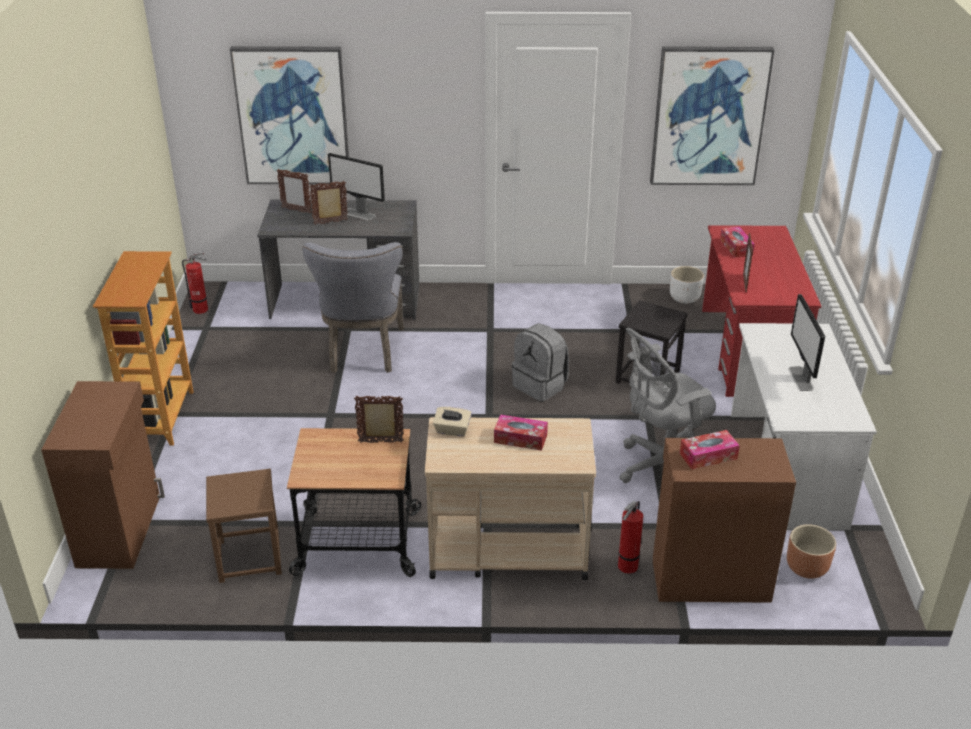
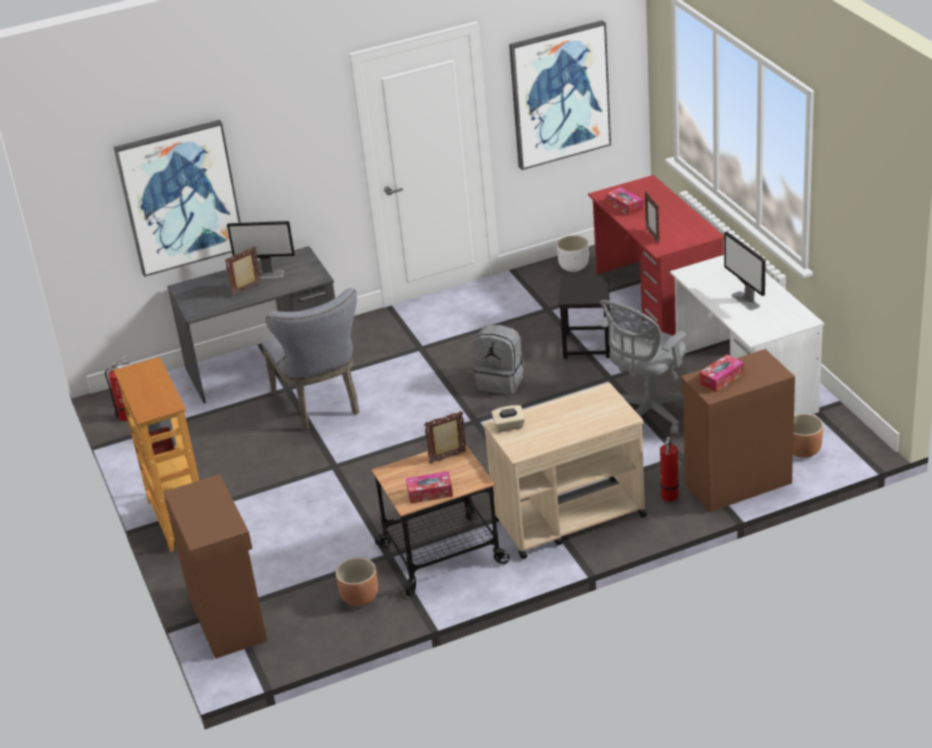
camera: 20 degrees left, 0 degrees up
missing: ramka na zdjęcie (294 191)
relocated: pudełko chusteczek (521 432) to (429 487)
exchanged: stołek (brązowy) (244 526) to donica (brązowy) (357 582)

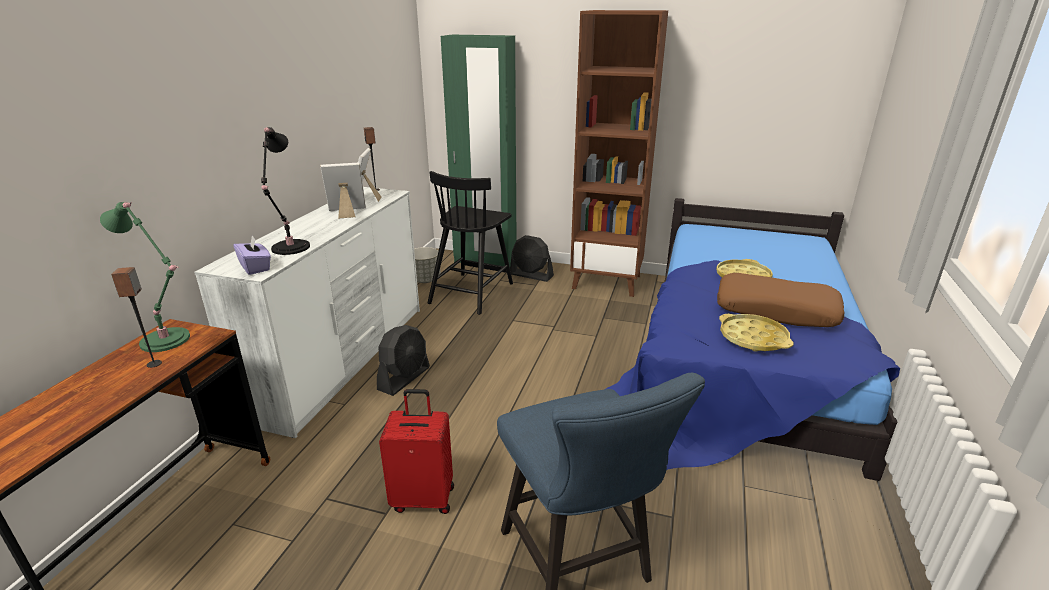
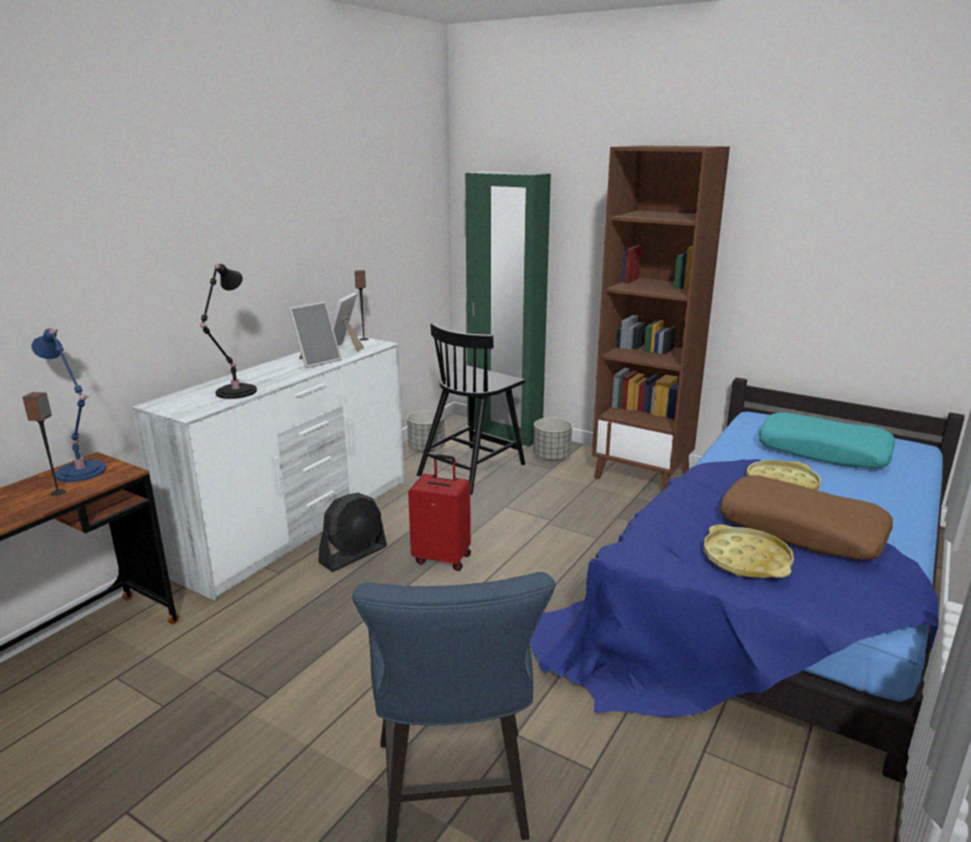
camera: 15 degrees right, 5 degrees down
missing: pudełko chusteczek (fioletowy) (252 255)
appeared: poduszka (turkusowy) (827 440)
relocated: walizka (czerwony) (416 451) to (439 512)
exchanged: wentylator (czarny) (532 258) to donica (szary) (552 439)
colour: lampa stołowa (zielony) (145 277) to lampa stołowa (niebieski) (68 405)
spun: ramka na zdjęcie (343 191) = (315 335) 135 degrees clockwise

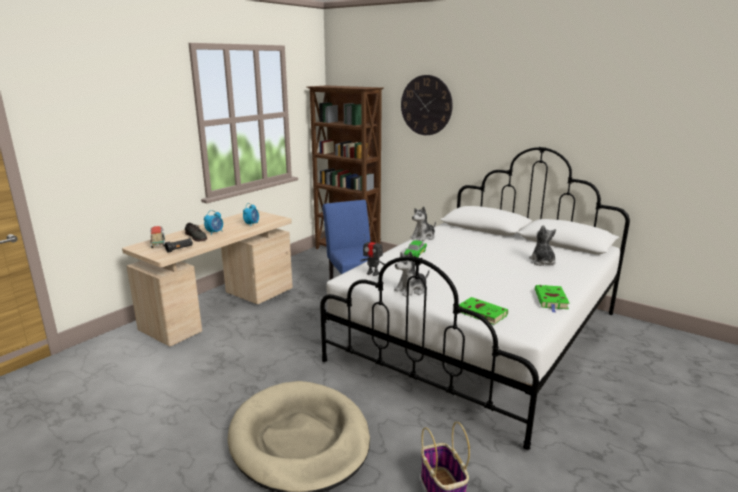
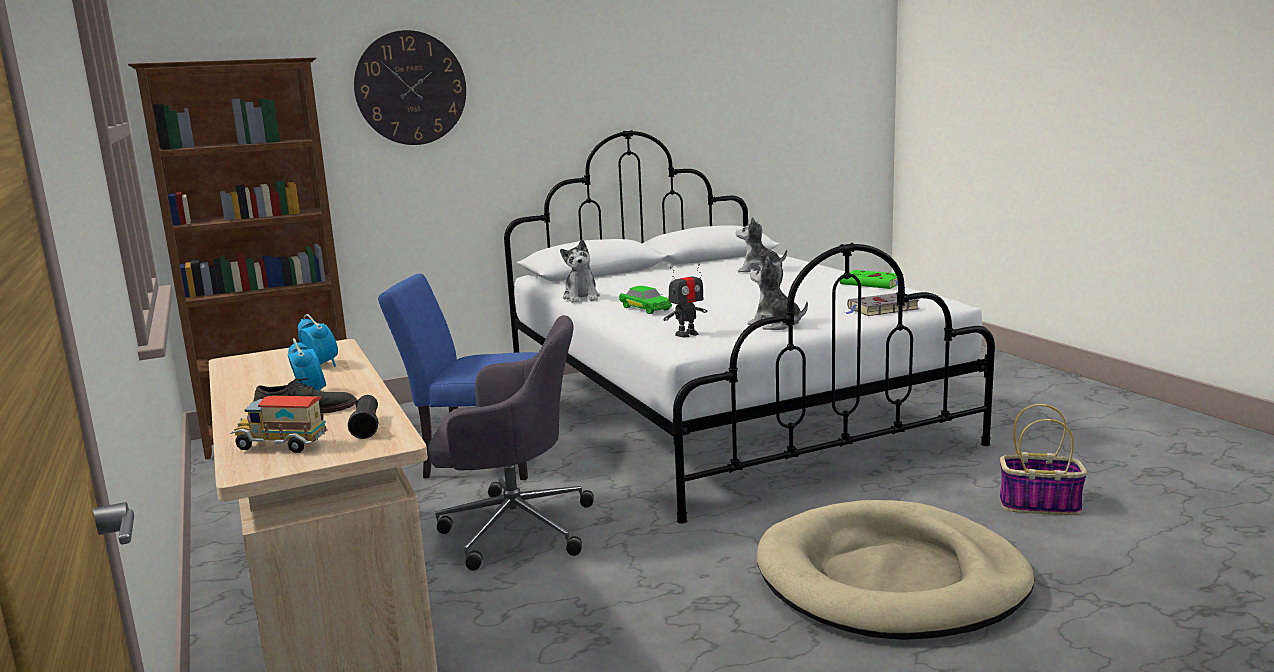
camera: 60 degrees left, 5 degrees down
appeared: krzesło biurowe (szary) (510 443)
colour: książka (zielony) (483 311) to książka (szary) (882 304)
spun: pluszak (412 274) = (778 293) 135 degrees clockwise

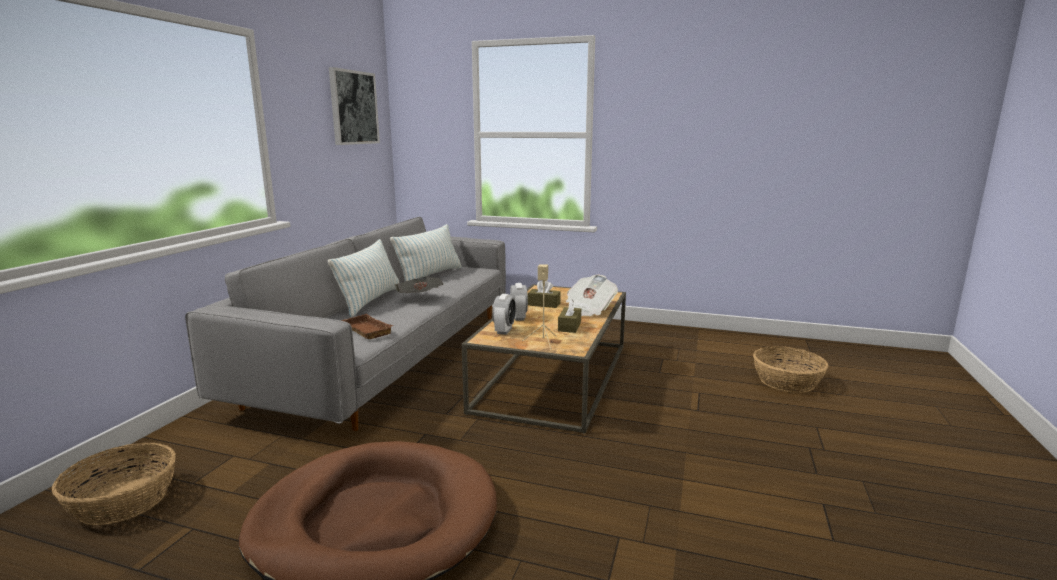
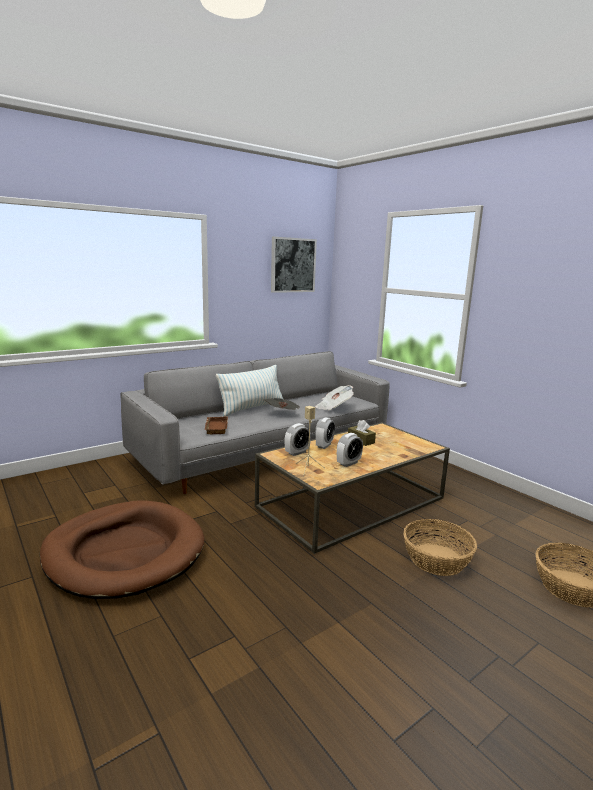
camera: 35 degrees right, 0 degrees up
missing: poduszka (426 252)
relocated: gazeta (592 295) to (334 397); koszyk (114 484) to (440 547)
exchanged: pudełko chusteczek (brązowy) (569 316) to budzik (350 450)

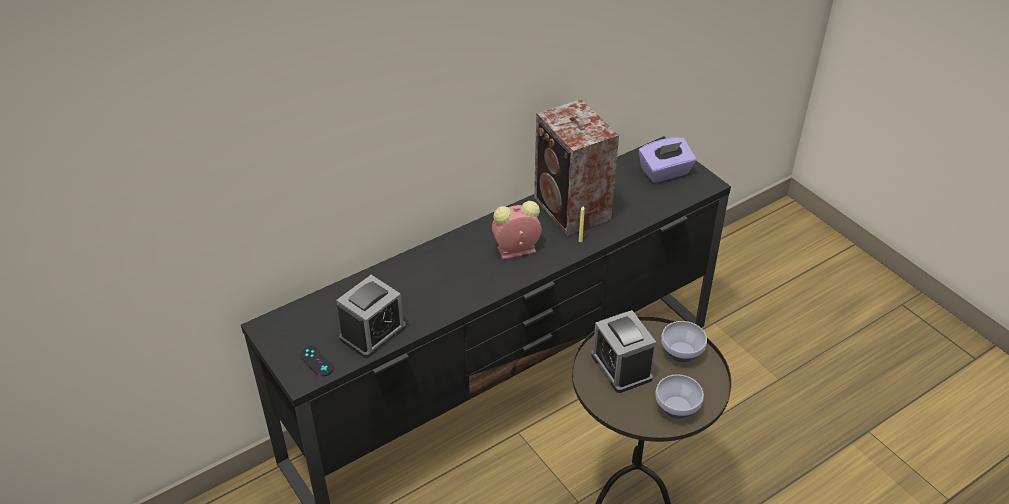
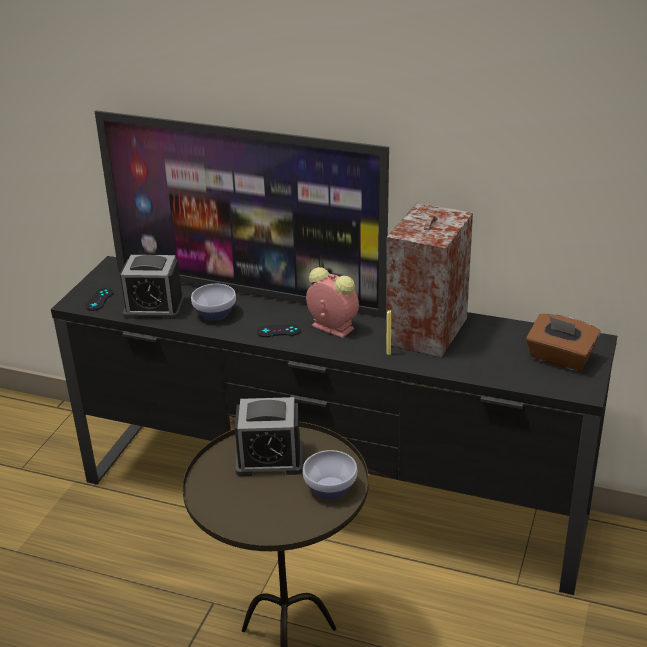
camera: 55 degrees right, 10 degrees down
appeared: telewizor (242 214); pad do gier (czarny) (279 330)
relocated: miska (680 397) to (213 302)
colour: pudełko chusteczek (fioletowy) (667 160) to pudełko chusteczek (brązowy) (563 343)
spun: budzik (623 351) = (269 436) 120 degrees counterclockwise

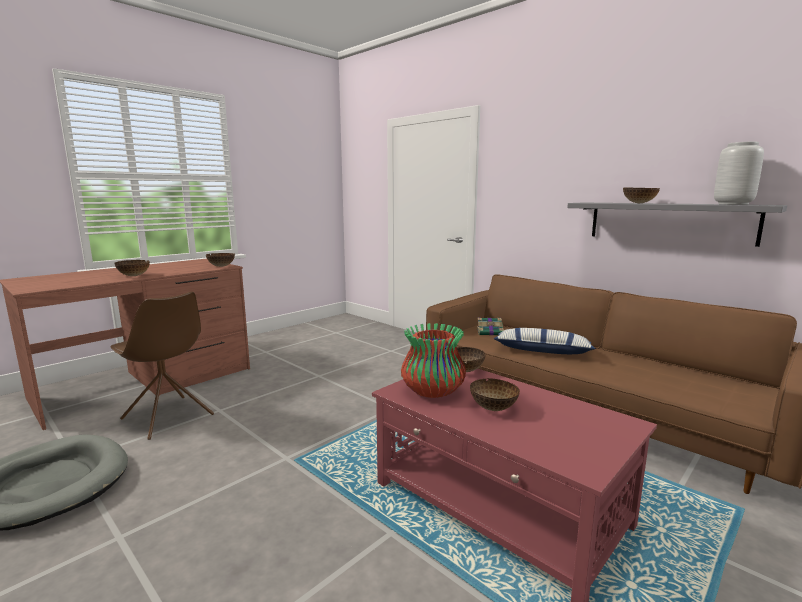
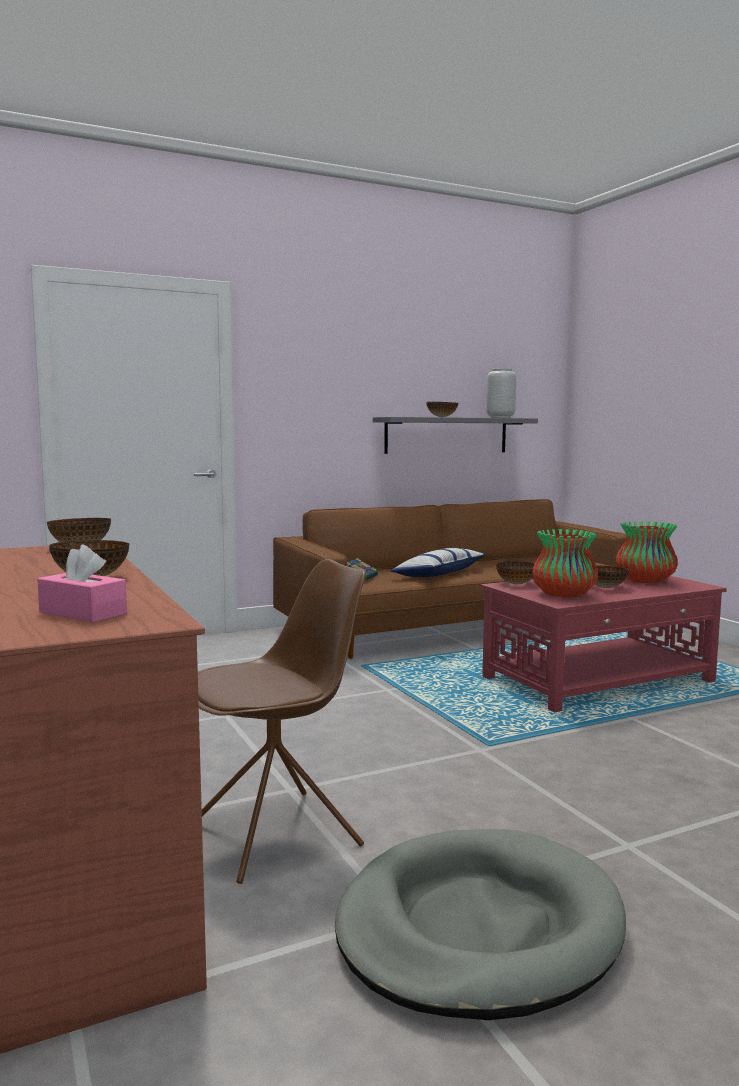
camera: 70 degrees left, 5 degrees down
appeared: pudełko chusteczek (różowy) (82 583); wazon (647 552)

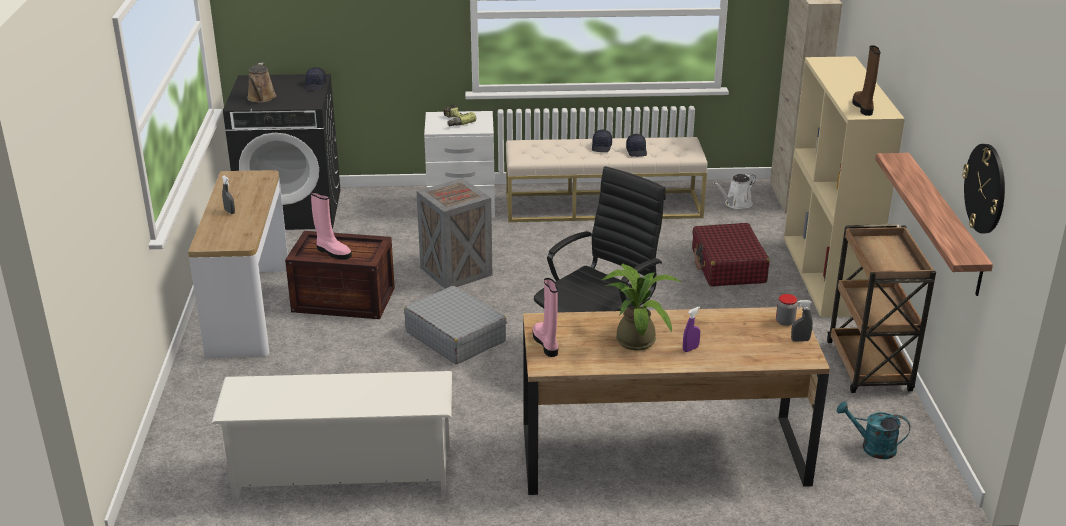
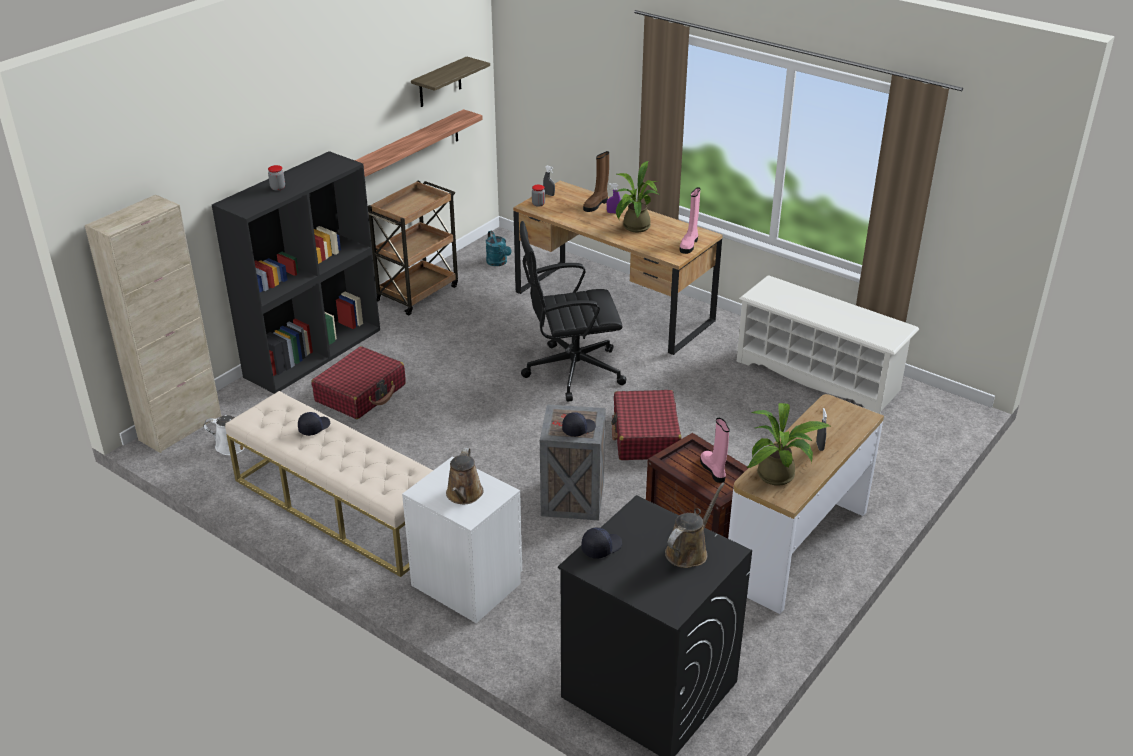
camera: 140 degrees left, 5 degrees up
appeared: słoik (276 178); roślina doniczkowa (789 444)
relocated: czapka z daszkiem (czarny) (602 141) to (579 424); but z cholewką (brązowy) (866 80) to (596 181)
exchanged: zegar ścienny (983 188) to półka (450 81); wiertarka (460 115) to konewka (brązowy) (465 476)
colour: regał (beżowy) (844 186) to regał (czarny) (296 272); walizka (szary) (455 325) to walizka (czerwony) (647 425)

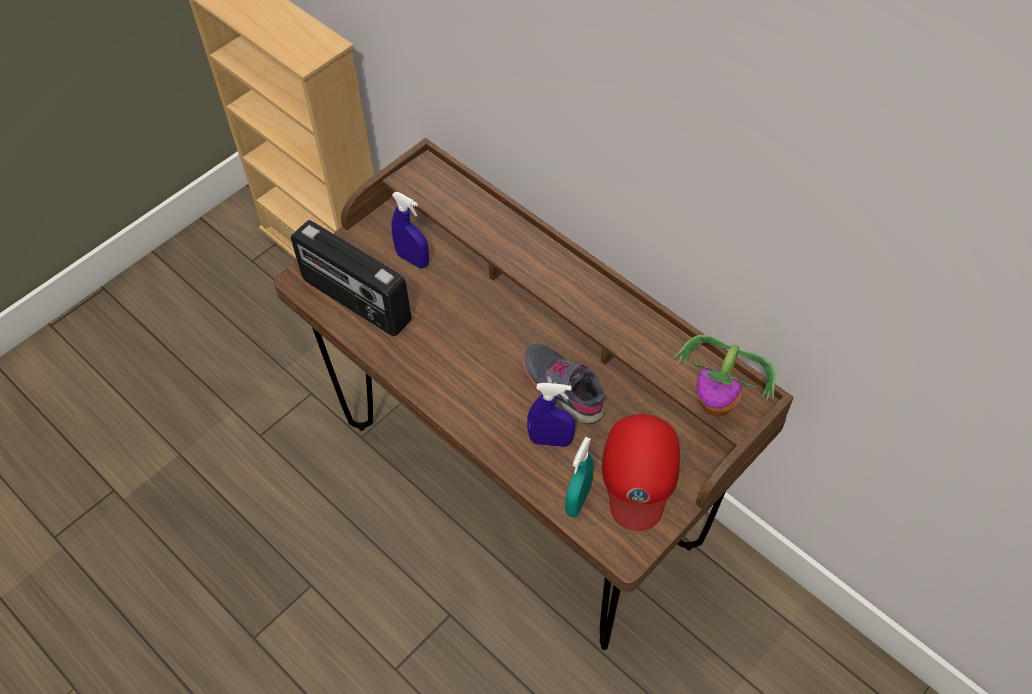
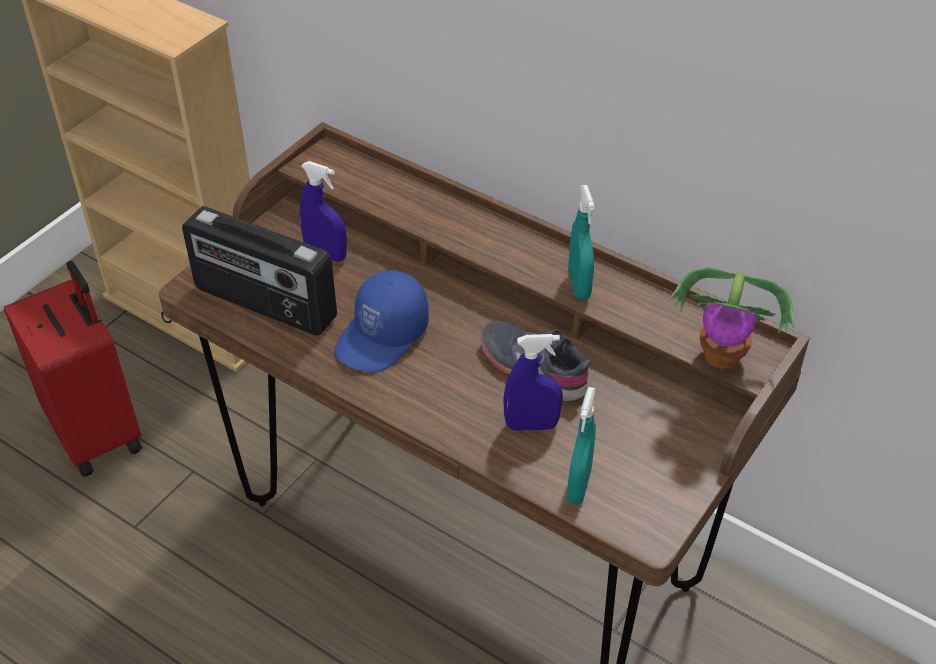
camera: 10 degrees left, 10 degrees down
missing: czapka z daszkiem (czerwony) (641 472)
appeared: walizka (czerwony) (73 369); czapka z daszkiem (niebieski) (382 321); spryskiwacz (turkusowy) (581 242)

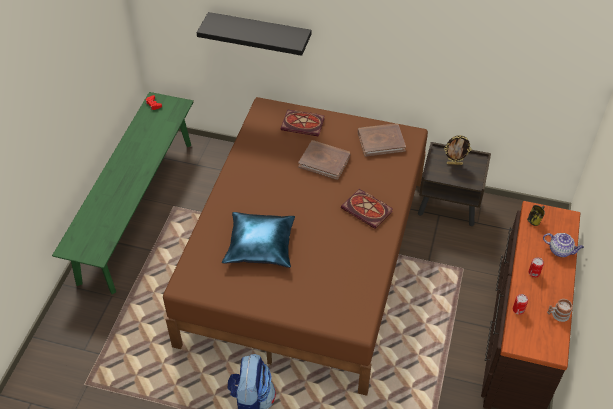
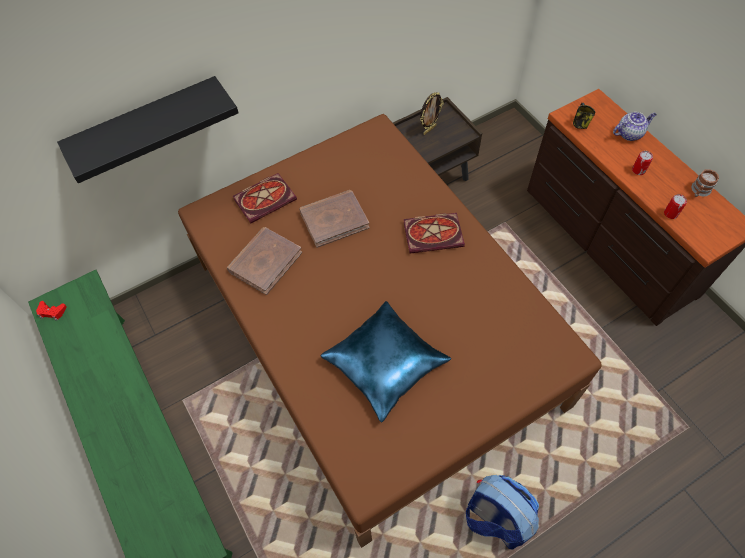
camera: 45 degrees left, 10 degrees up
relocated: książka (brązowy) (382 140) to (264 261)

